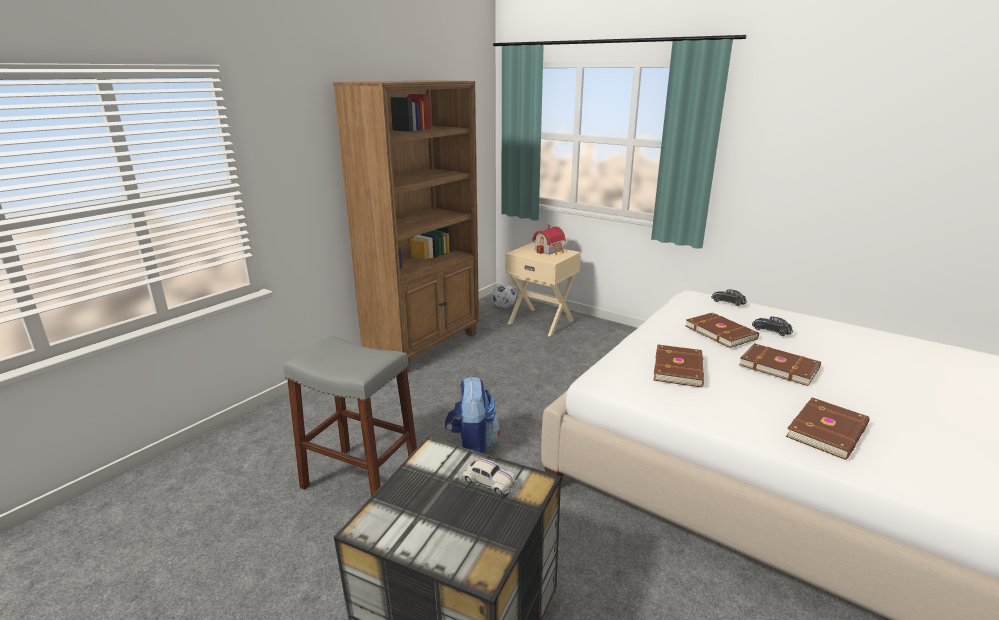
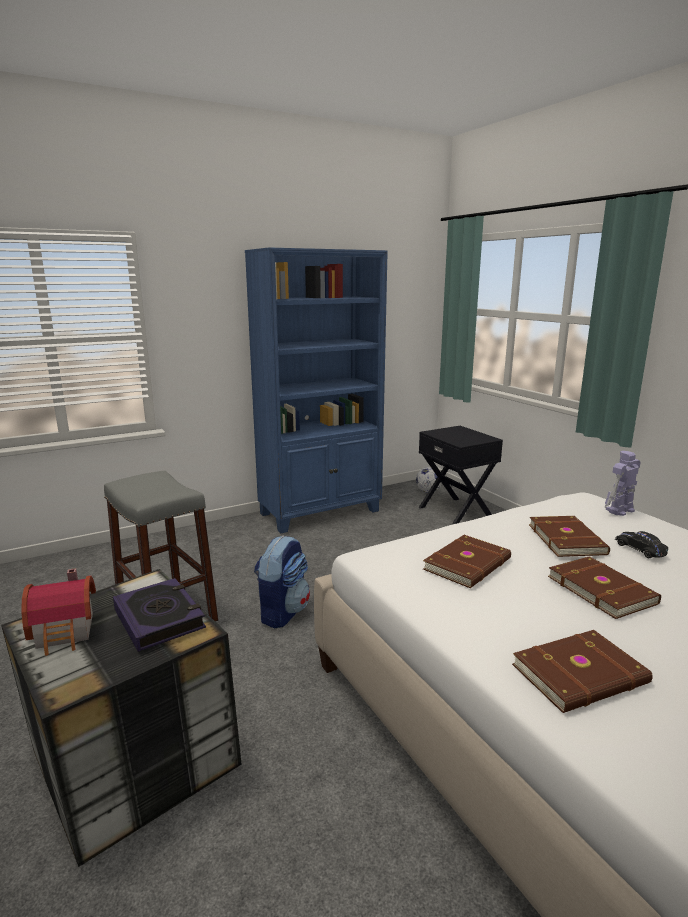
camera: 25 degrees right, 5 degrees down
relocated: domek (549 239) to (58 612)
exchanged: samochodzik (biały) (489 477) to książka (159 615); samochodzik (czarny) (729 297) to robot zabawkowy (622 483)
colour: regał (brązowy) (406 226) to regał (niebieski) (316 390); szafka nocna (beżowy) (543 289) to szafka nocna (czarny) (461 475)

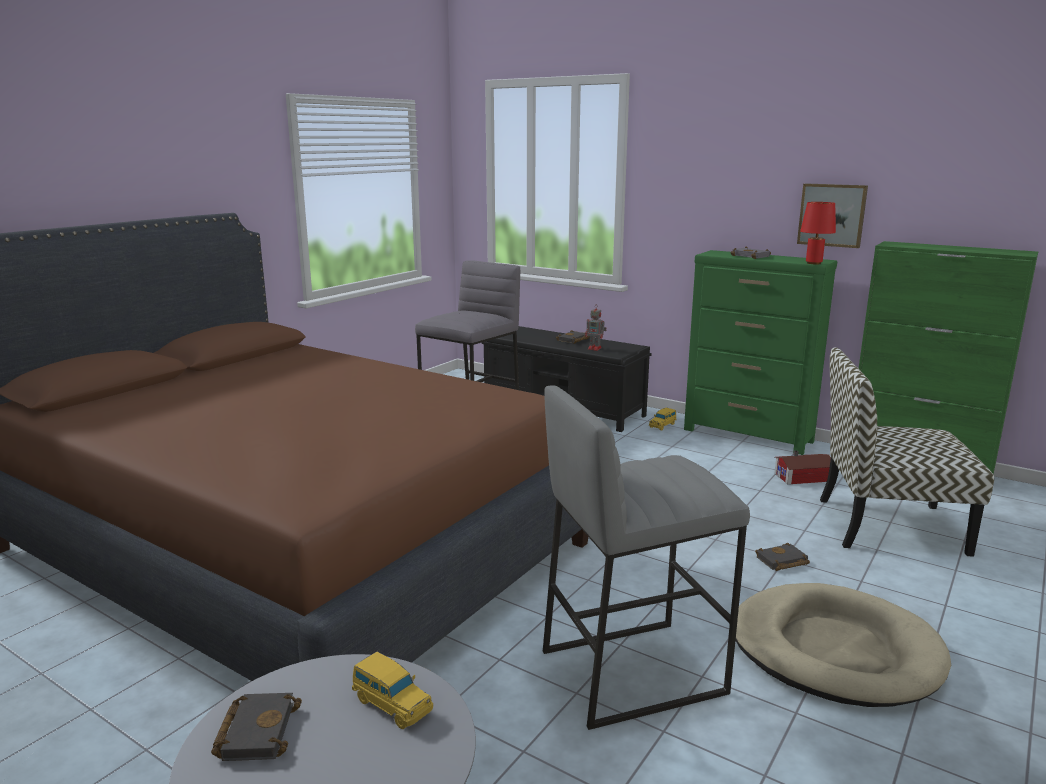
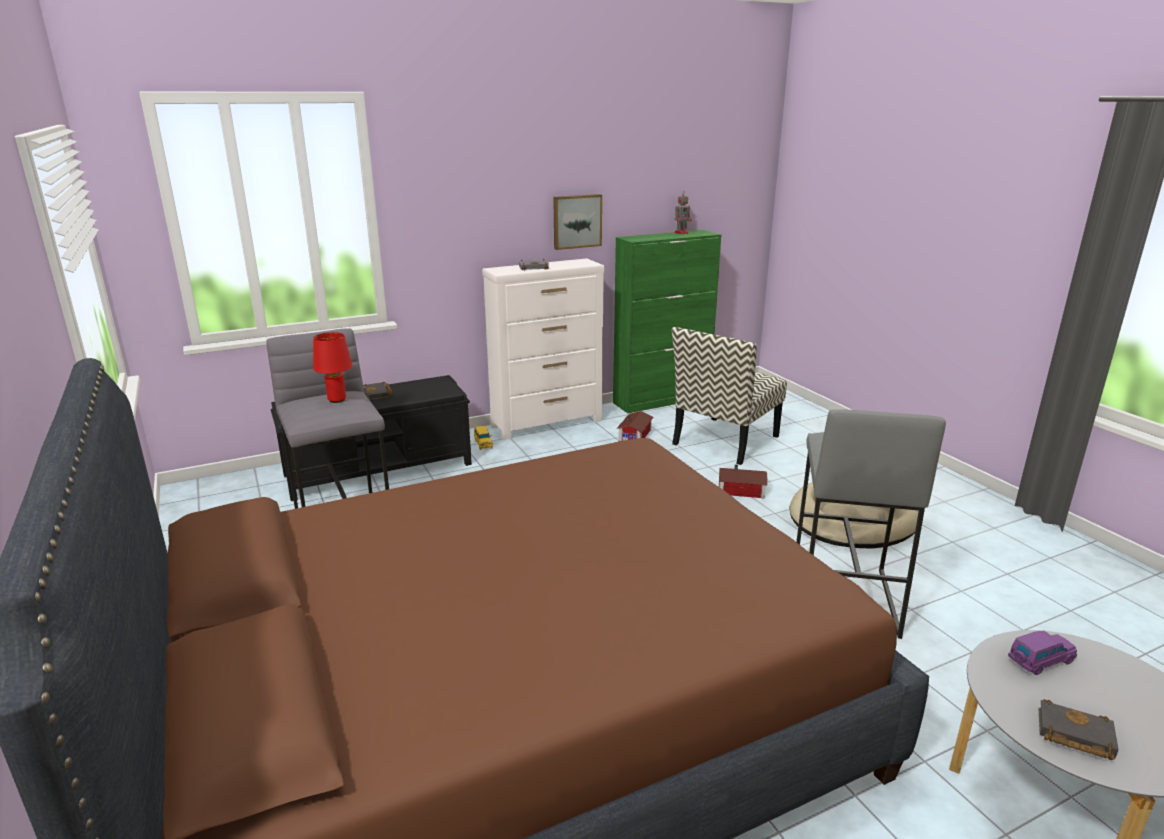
camera: 60 degrees left, 5 degrees up
relocated: lampa stołowa (czerwony) (818 233) to (332 367); robot zabawkowy (595 329) to (682 213)
exchanged: książka (czarny) (782 557) to domek (743 481)
colour: komoda (zielony) (760 352) to komoda (biały) (543 349); samochodzik (żółty) (392 690) to samochodzik (fioletowy) (1042 653)

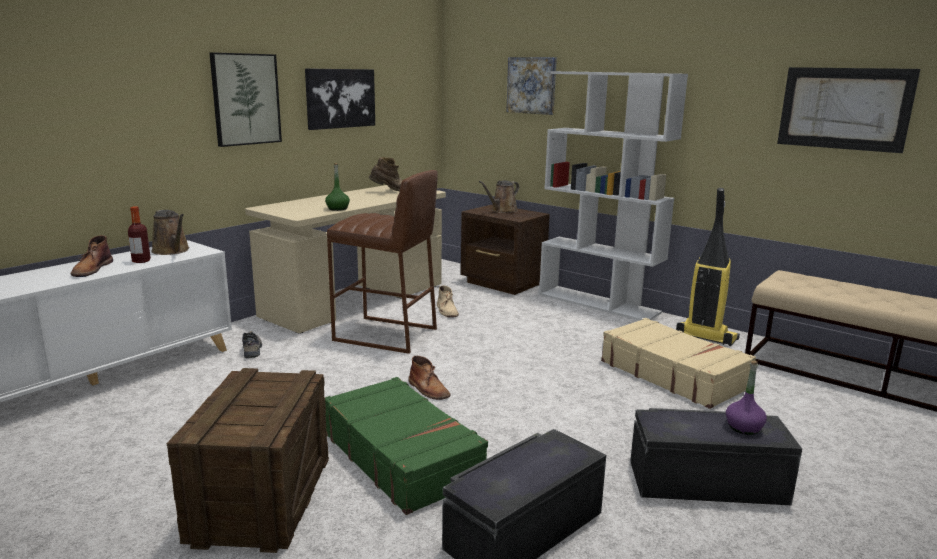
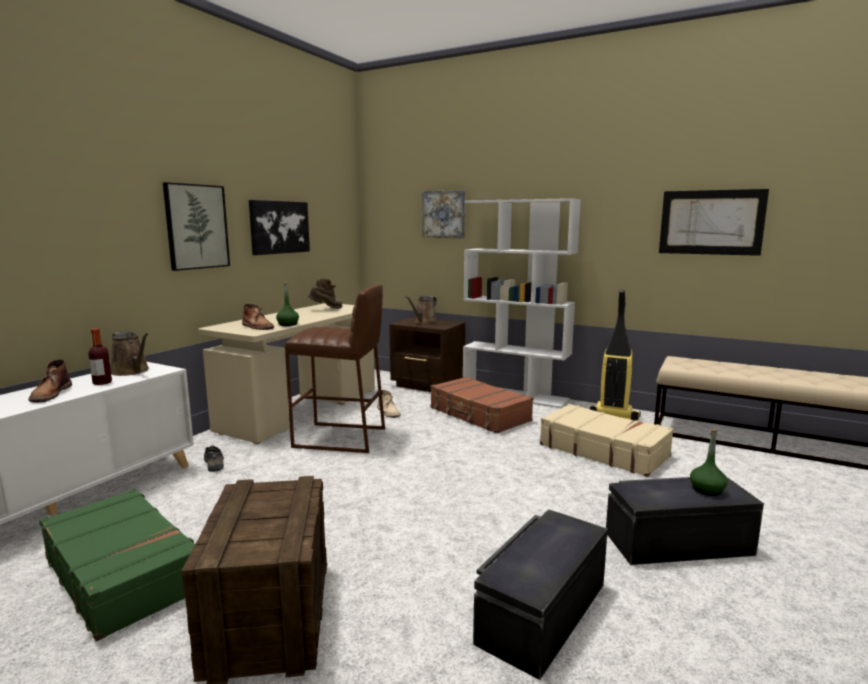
camera: 10 degrees left, 5 degrees down
appeared: walizka (brązowy) (482 405)
relocated: walizka (zielony) (406 446) to (117 565); but z cholewką (brązowy) (429 378) to (258 317)
colour: butelka (fioletowy) (746 398) to butelka (zielony) (709 462)

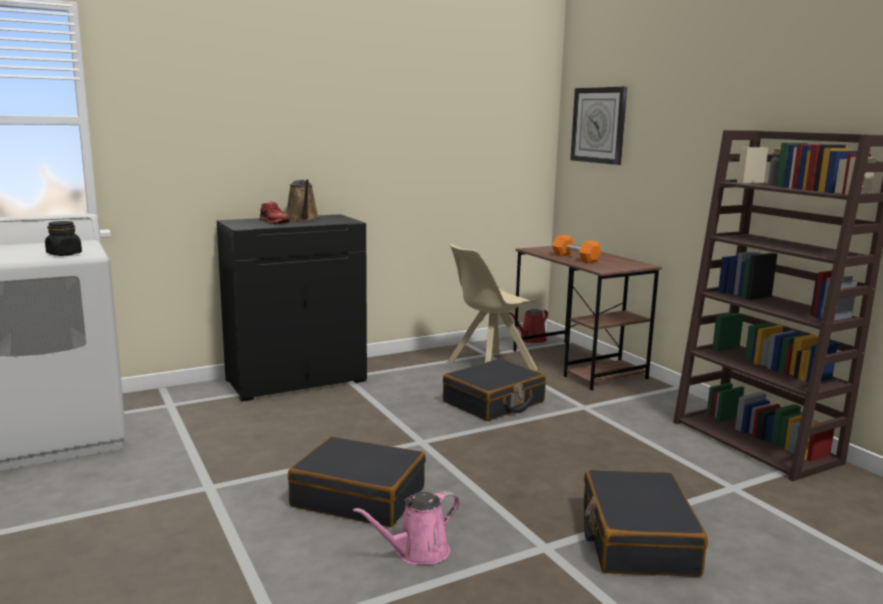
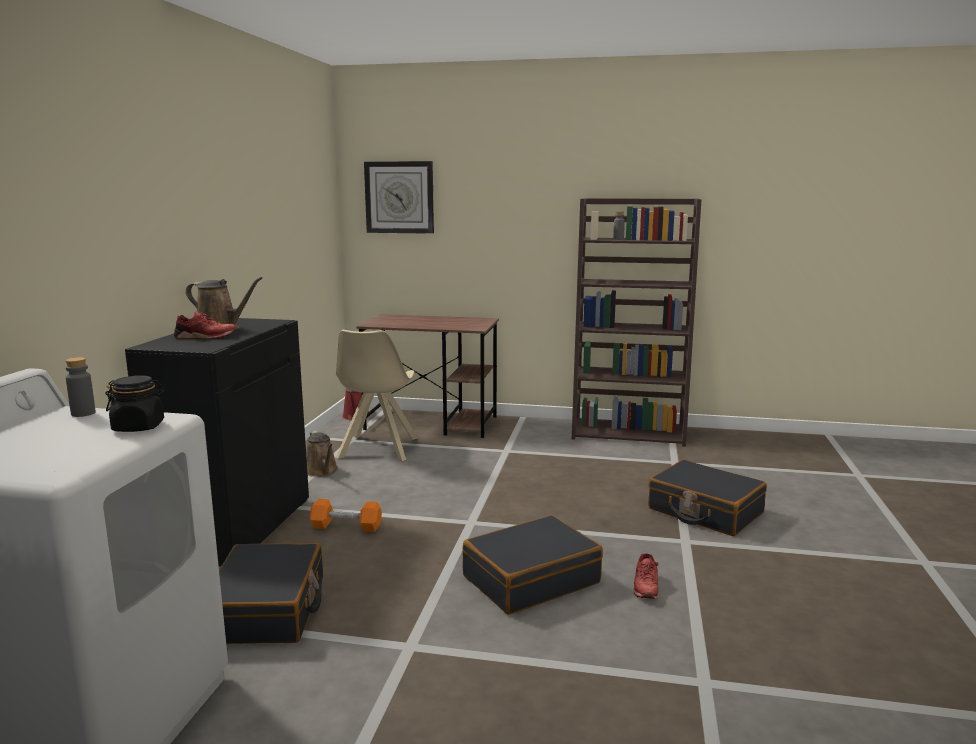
camera: 50 degrees left, 0 degrees up
appeared: butelka (szary) (80 387); konewka (brązowy) (322 454)
relocated: walizka (czarny) (494 390) to (271 593); hantel (pomarańczowy) (577 249) to (346 515)
exchanged: konewka (różowy) (406 528) to but (czerwony) (646 576)

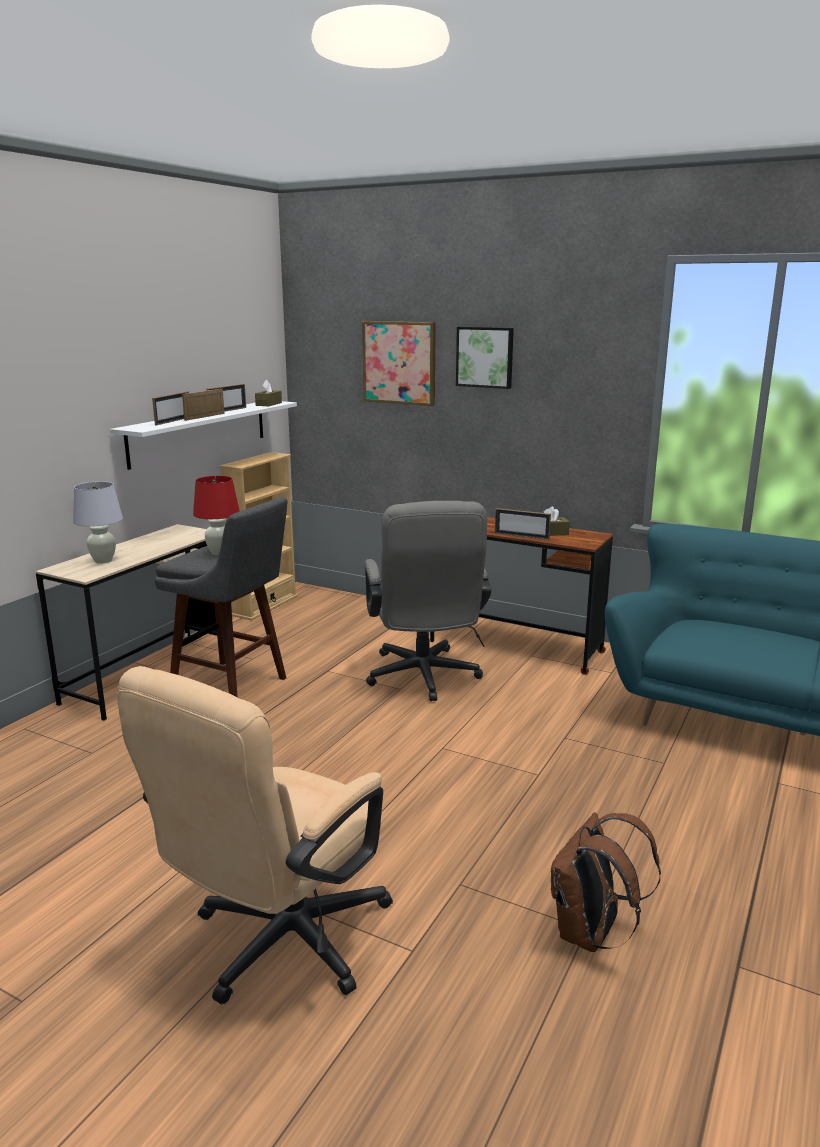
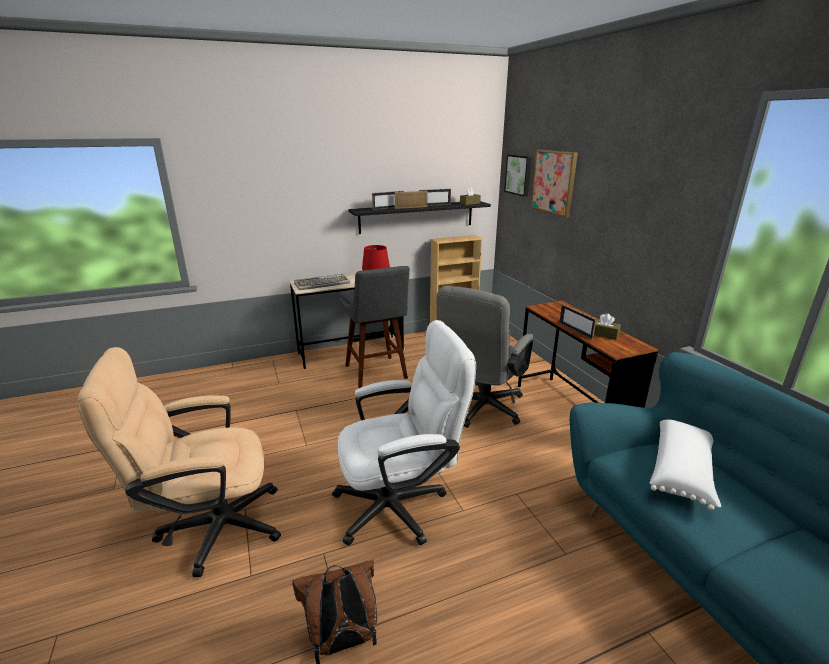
camera: 40 degrees right, 5 degrees up
appeared: krzesło biurowe (biały) (404 432); poduszka (biały) (685 465)
relocated: obraz (485 358) to (518 176)
exchanged: lampa stołowa (biały) (98 522) to klawiatura (322 282)
colour: półka (biały) (203 435) to półka (czarny) (419 217)

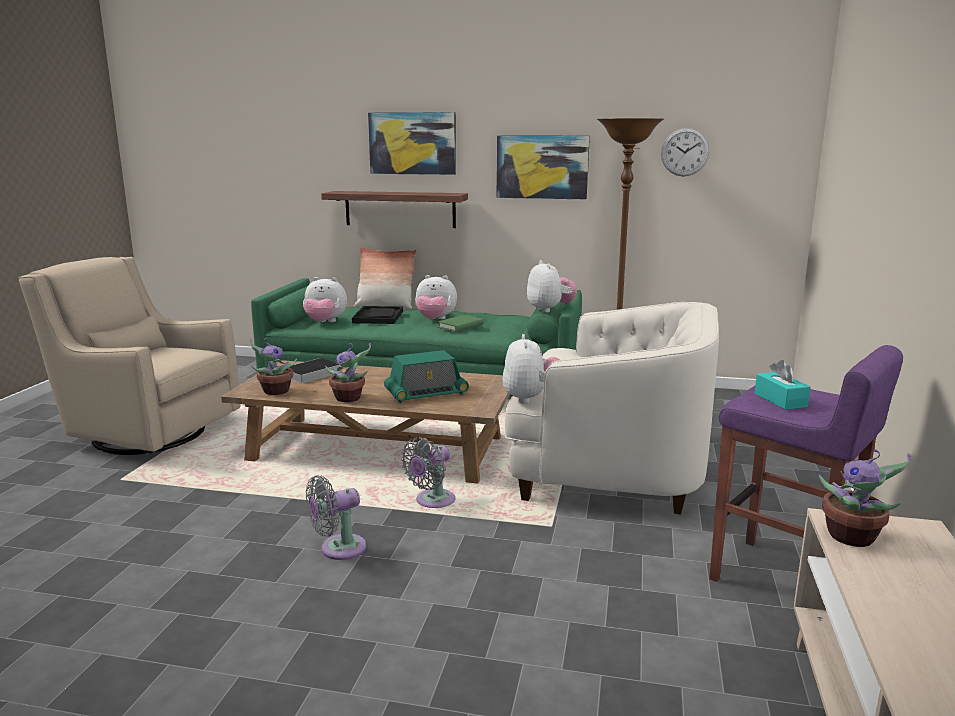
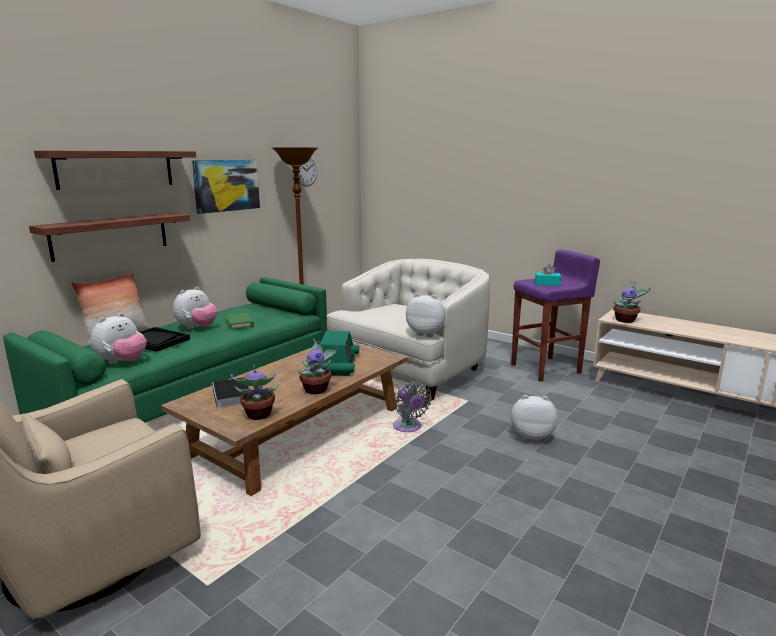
camera: 65 degrees left, 0 degrees up
missing: wentylator (szary) (336 517)
relocated: pluszak (552 286) to (534 418)
exchanged: obraz (412 143) to półka (115 170)

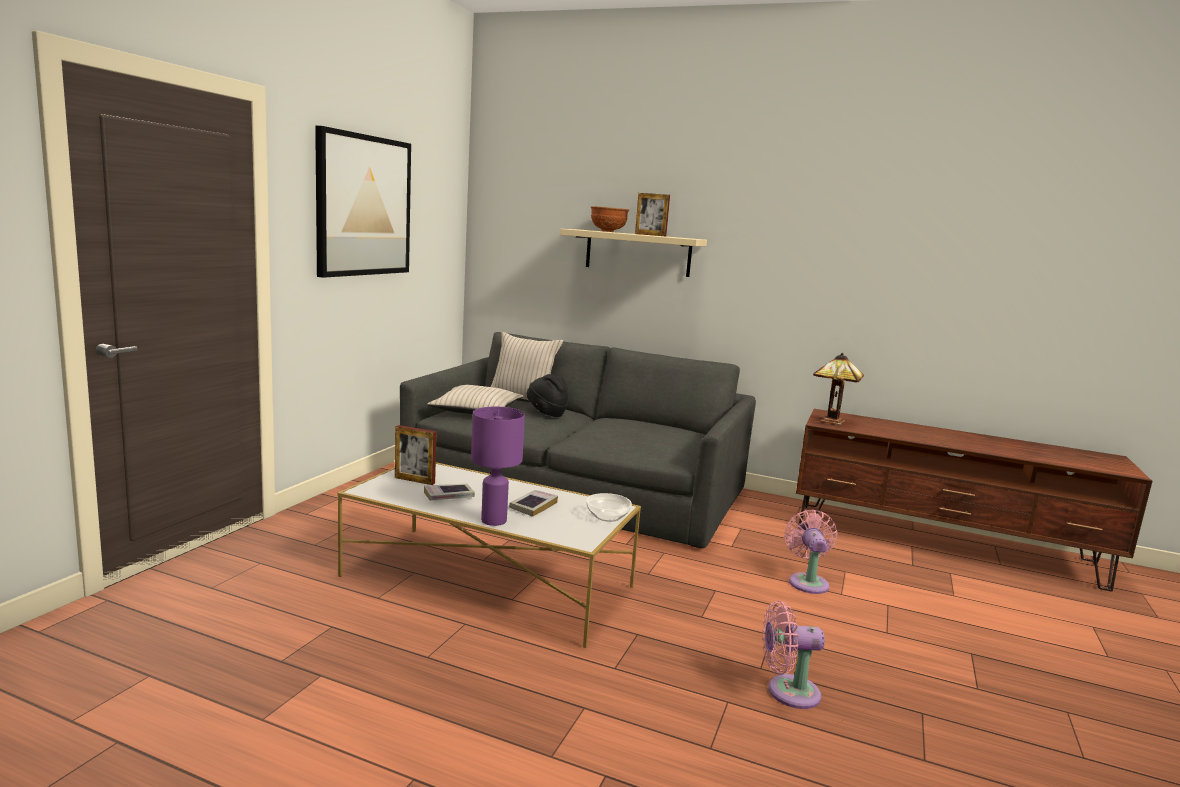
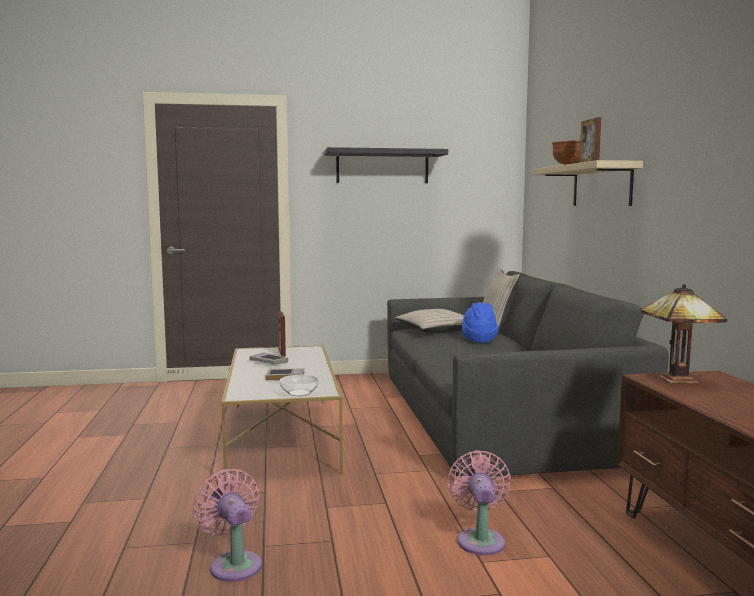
camera: 60 degrees right, 5 degrees down
missing: lampa stołowa (fioletowy) (498 466)
exchanged: obraz (363 202) to półka (czarny) (386 165)
colour: kapelusz (czarny) (547 395) to kapelusz (niebieski) (480 322)
spun: wentylator (różowy) (811 552) = (479 502) 60 degrees counterclockwise

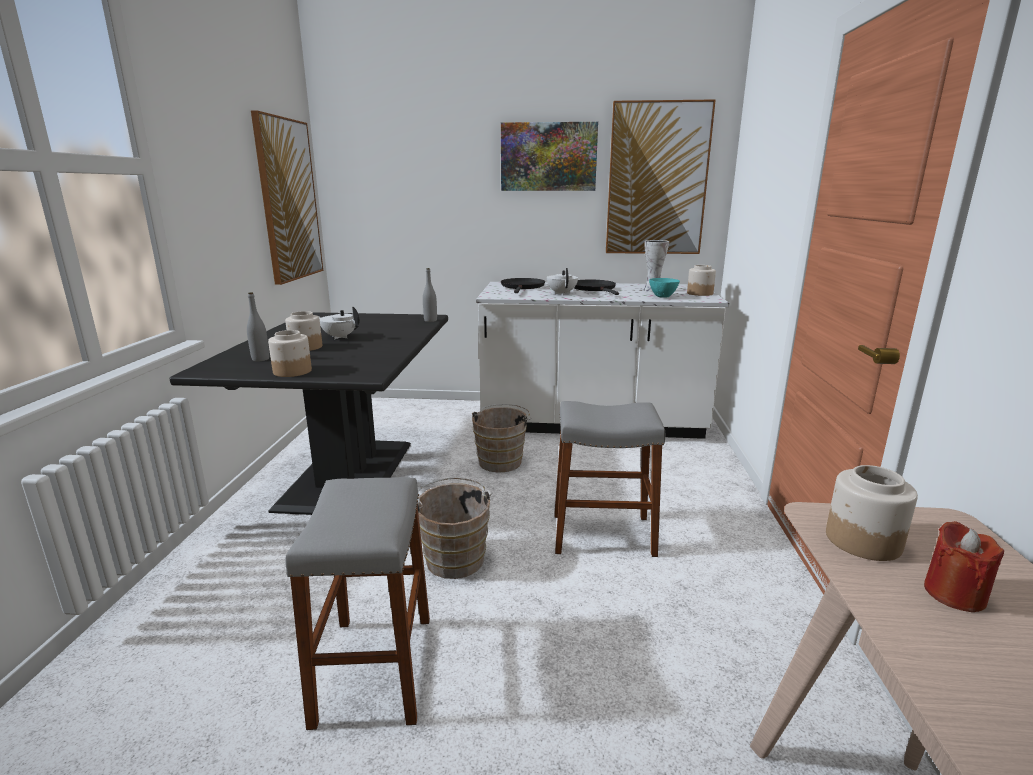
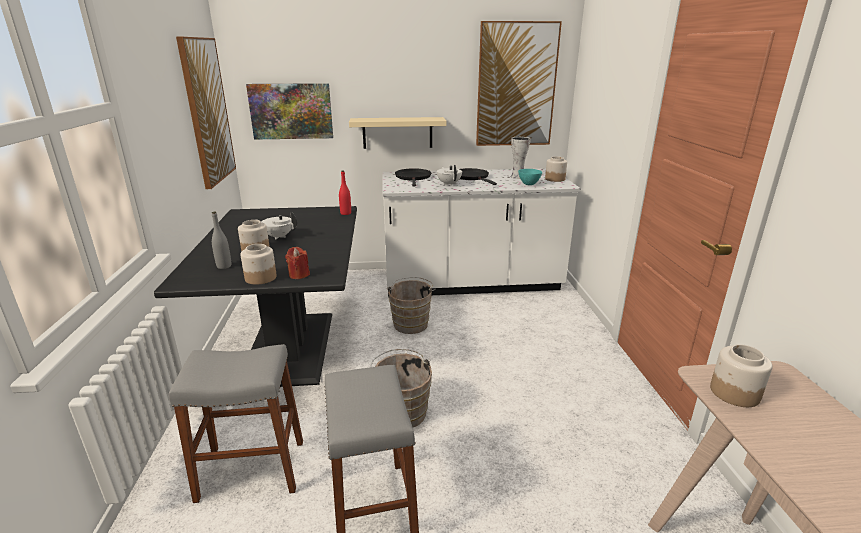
camera: 10 degrees left, 5 degrees up
appeared: półka (beżowy) (398 133)
relocated: stołek (szary) (609 479) to (236 423); obraz (549 156) to (289 111); świeca (czerwony) (964 566) to (297 263)
colour: butelka (szary) (430 295) to butelka (czerwony) (345 192)

